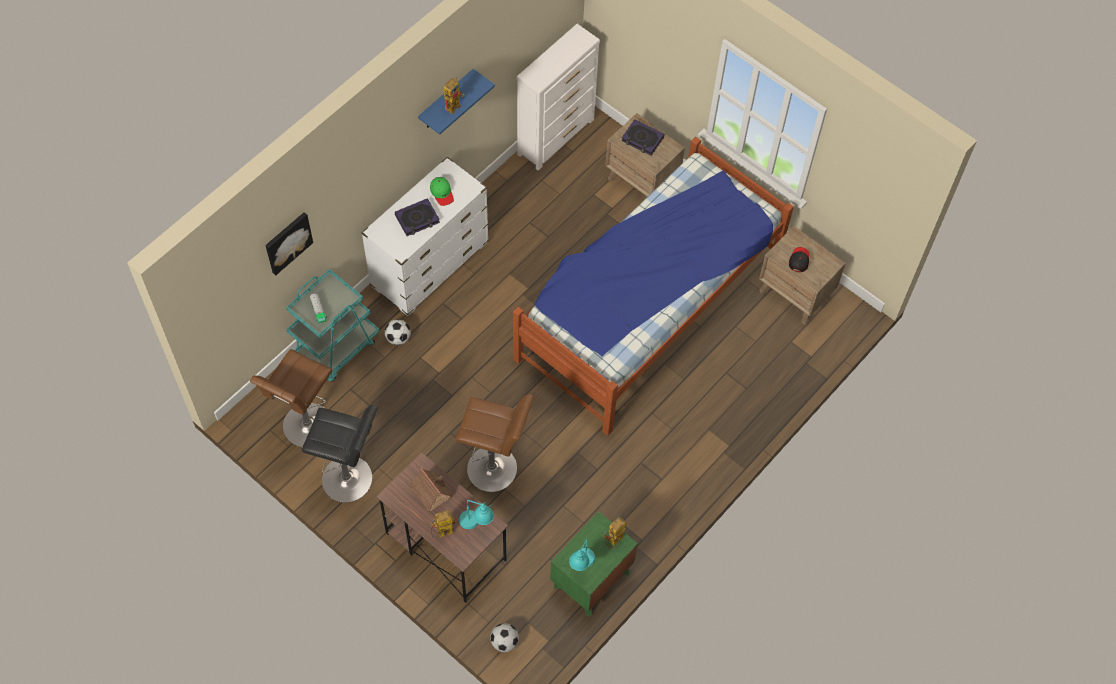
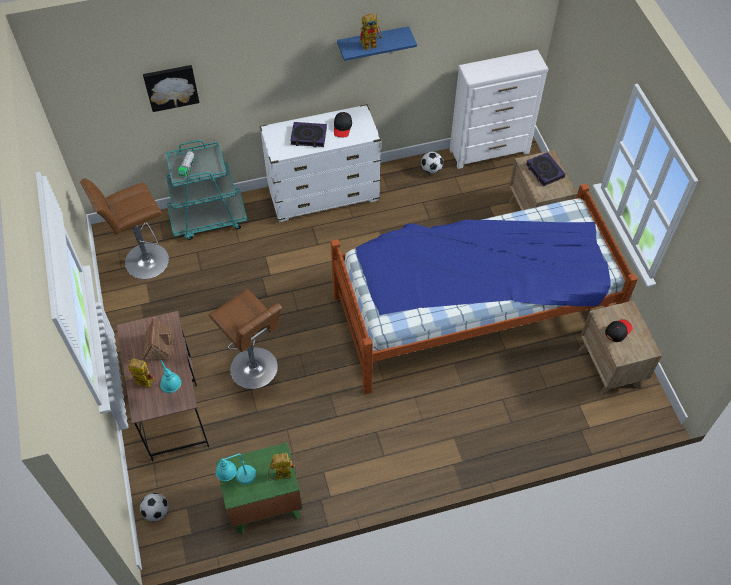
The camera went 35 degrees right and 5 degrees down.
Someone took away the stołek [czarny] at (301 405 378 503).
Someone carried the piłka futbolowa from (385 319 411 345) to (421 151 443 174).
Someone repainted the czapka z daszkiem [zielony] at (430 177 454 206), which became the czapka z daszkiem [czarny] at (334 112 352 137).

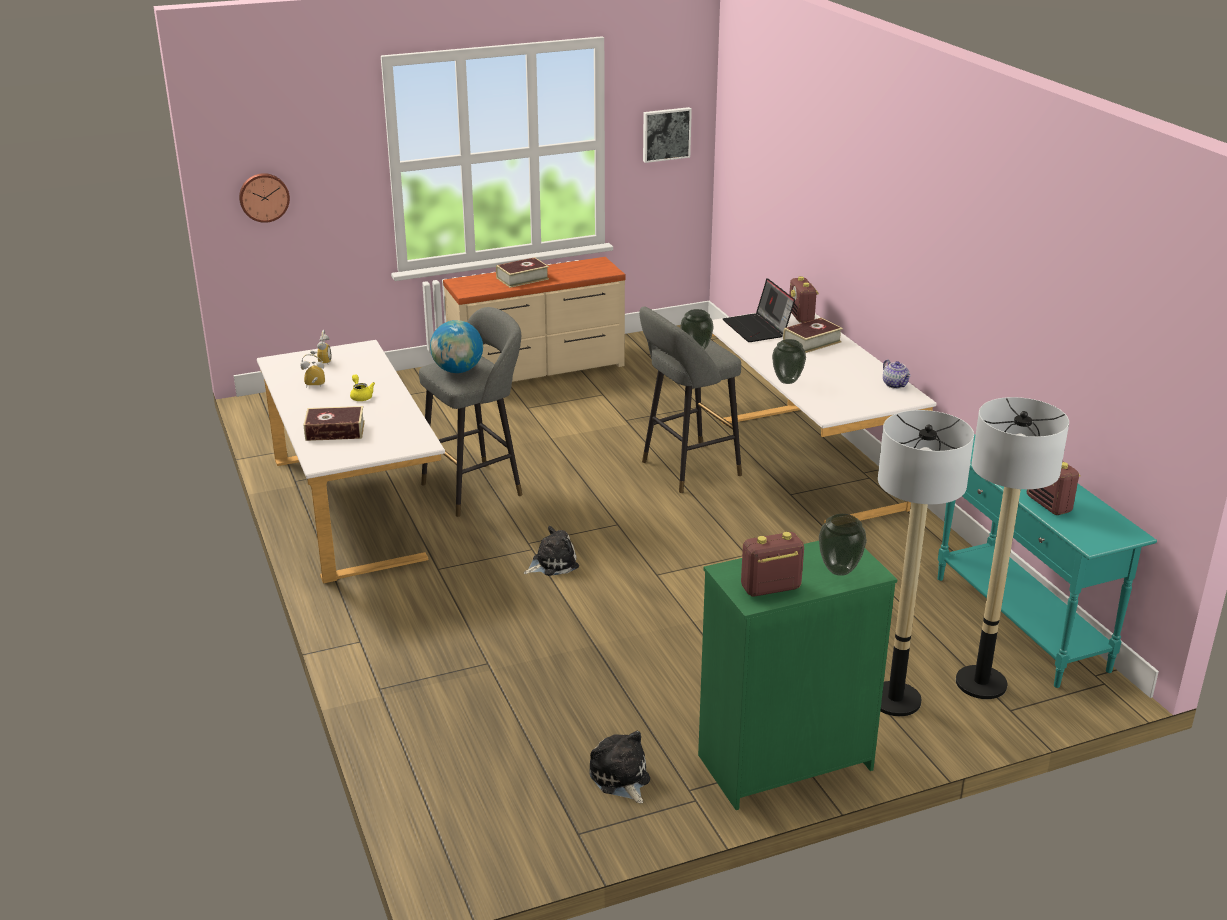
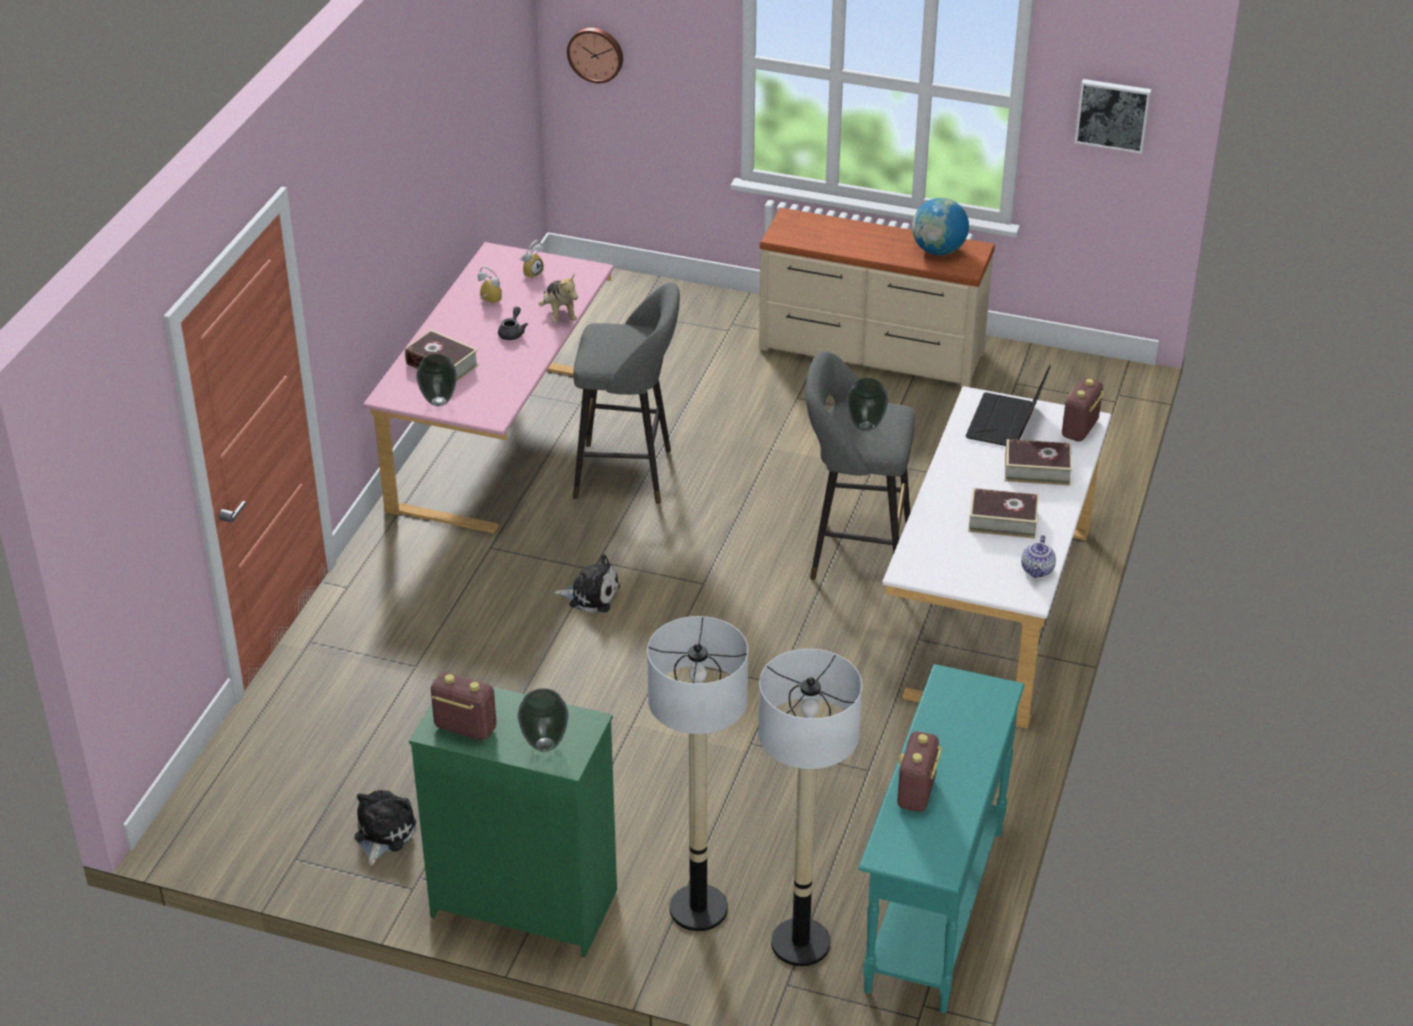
The camera went 40 degrees right and 10 degrees up.
Someone repainted the biurko [biały] at (257 340 445 583), which became the biurko [różowy] at (363 242 614 533).
Someone repainted the imbryk [żółty] at (350 374 375 401), which became the imbryk [szary] at (498 307 528 340).
Someone carried the globus from (430 320 483 373) to (912 198 969 255).
Someone carried the książka from (496 257 549 288) to (968 488 1039 539).
Someone carried the wazon from (772 339 806 384) to (416 354 457 406).
Someone put down the pluszak at (539 273 578 323).

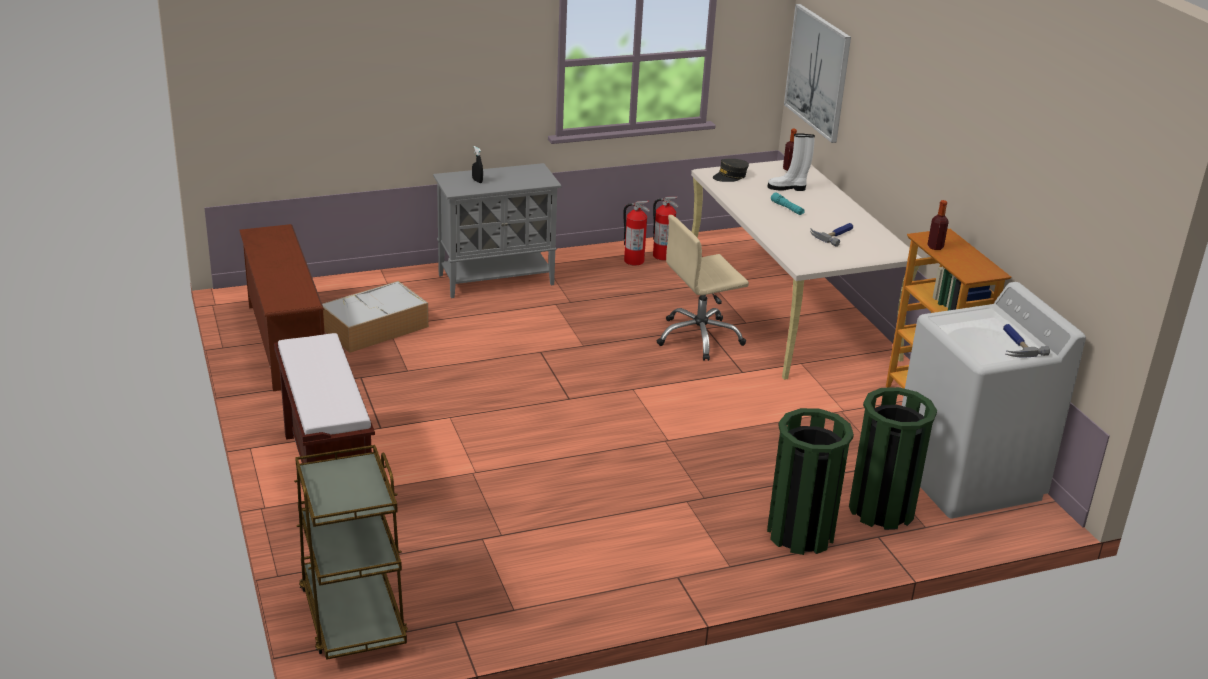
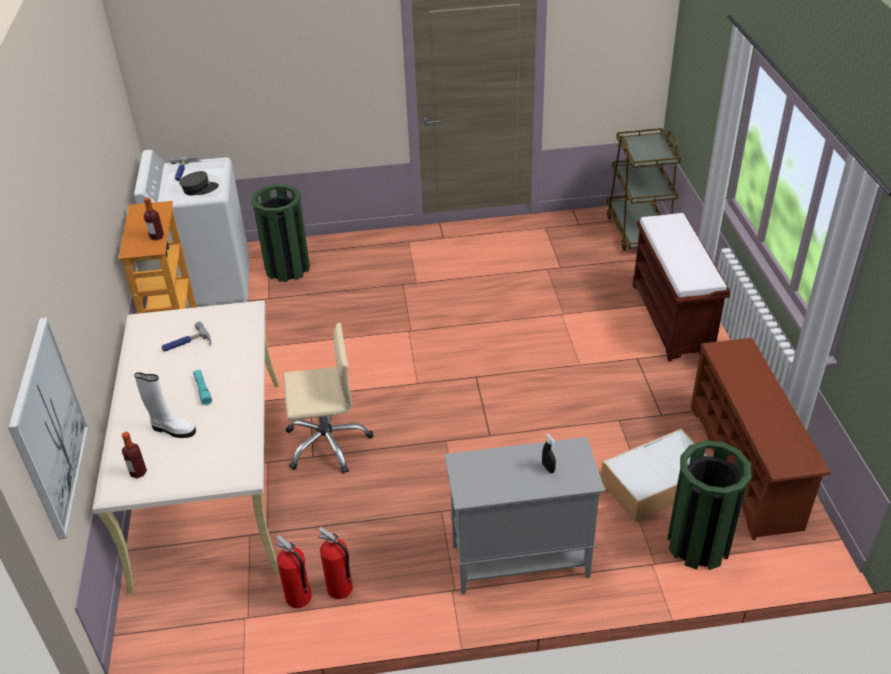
The camera went 165 degrees left and 10 degrees up.
Someone carried the czapka z daszkiem [szary] from (713 159 749 182) to (179 171 219 195).
Someone carried the kosz na śmieci [zielony] from (767 408 854 555) to (667 440 752 570).

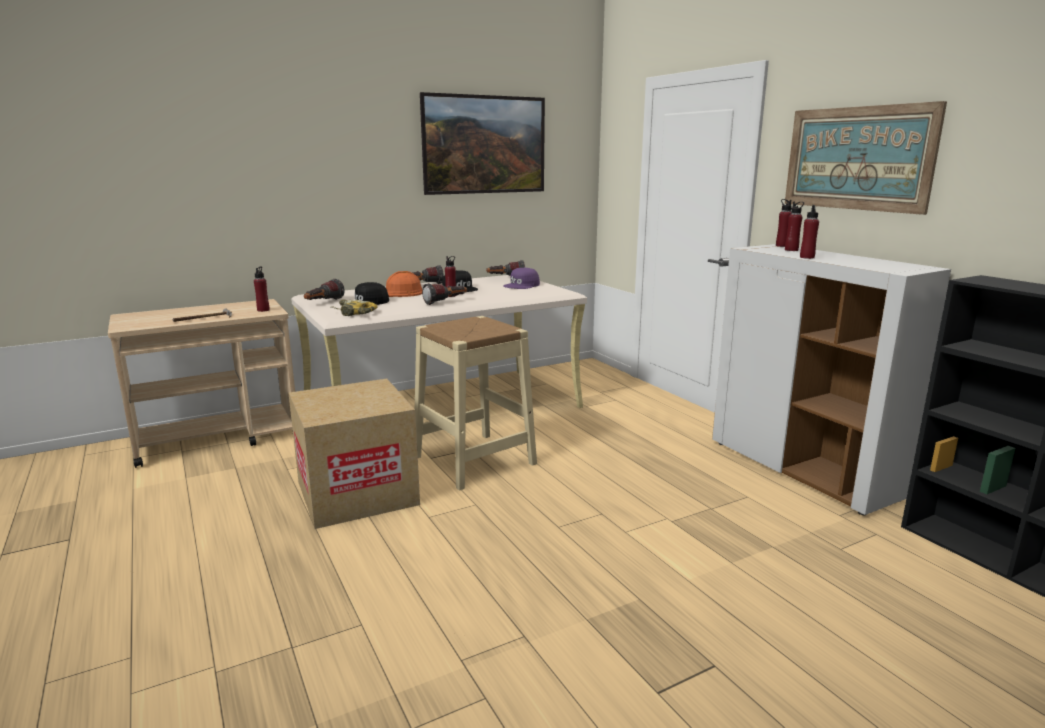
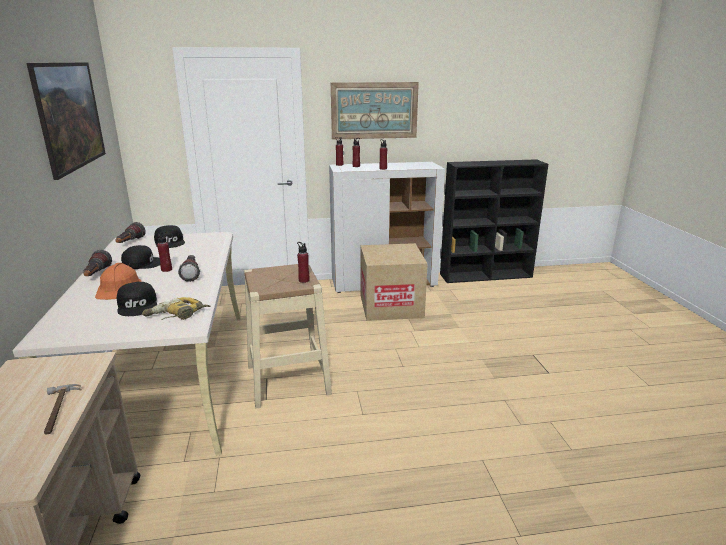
The camera went 70 degrees left and 5 degrees up.
Someone carried the butelka [czerwony] from (254 267 270 312) to (297 242 310 283).
Someone carried the karton from (288 379 420 529) to (360 243 428 321).
Someone took away the latarka at (304 279 345 300).
Someone repainted the czapka z daszkiem [fioletowy] at (503 267 540 289), which became the czapka z daszkiem [czarny] at (154 225 185 248).

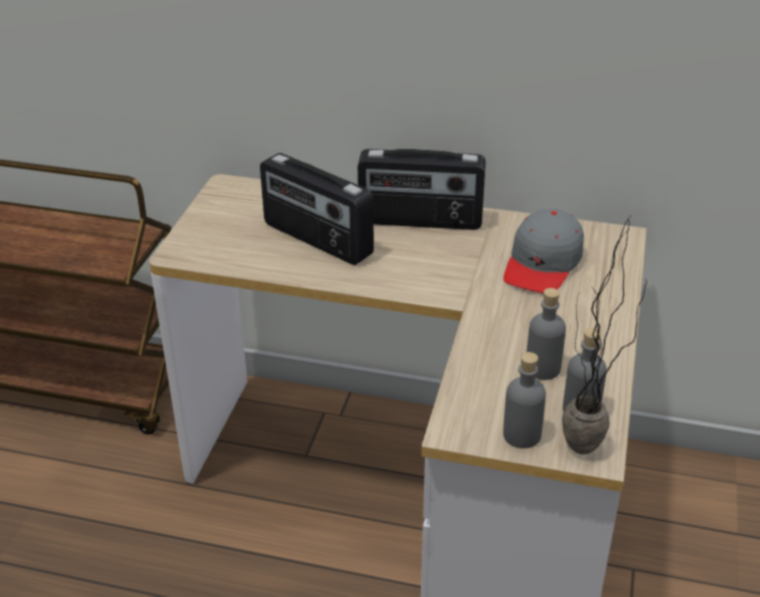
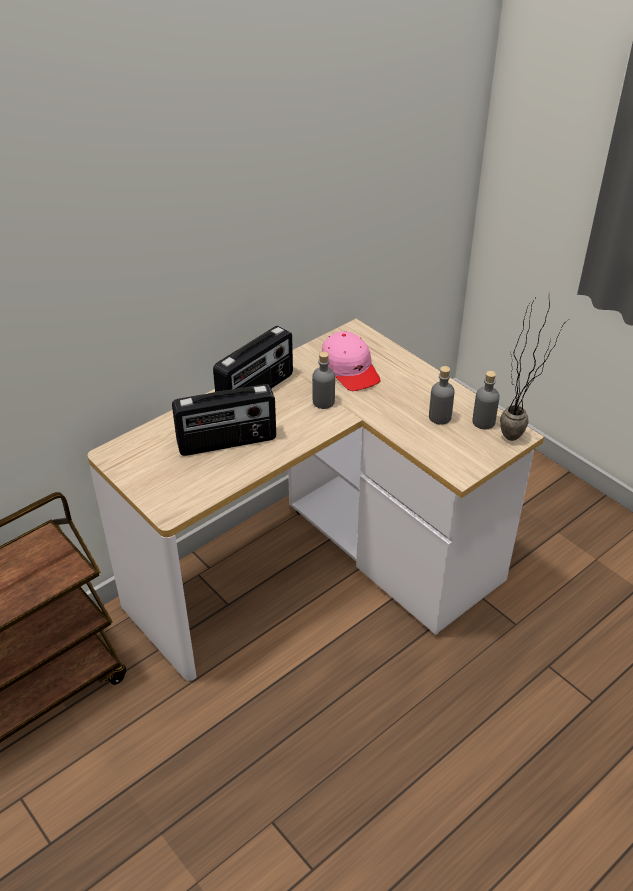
The camera went 55 degrees left and 5 degrees up.
Someone repainted the czapka z daszkiem [szary] at (503 209 584 293), which became the czapka z daszkiem [różowy] at (322 331 380 391).
Someone carried the butelka [szary] from (503 352 546 448) to (312 351 335 409).

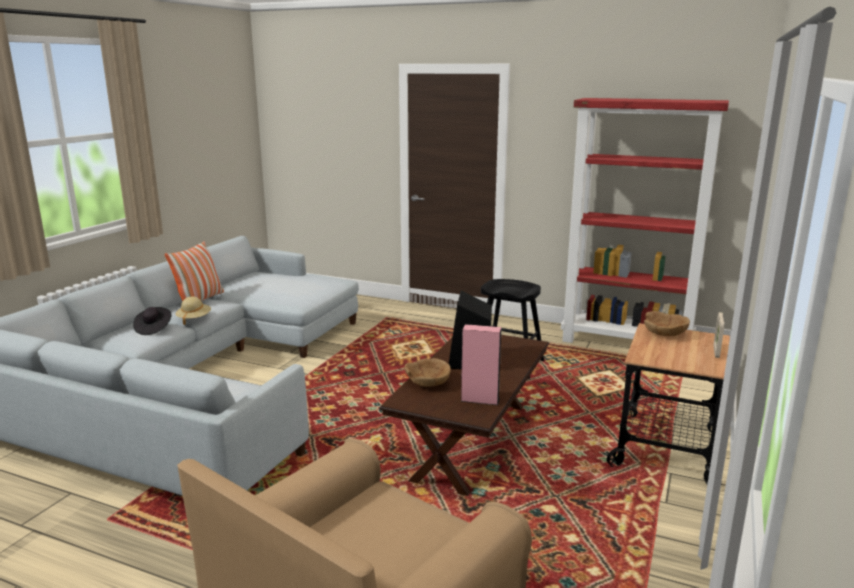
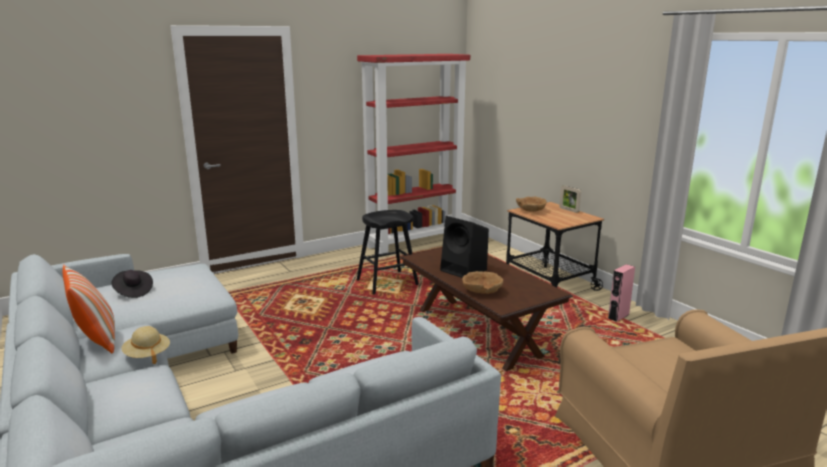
The camera went 55 degrees left and 0 degrees up.
Someone carried the kapelusz [czarny] from (133 307 172 335) to (111 270 153 298).
Someone carried the głośnik [różowy] from (461 324 502 405) to (608 264 635 322).

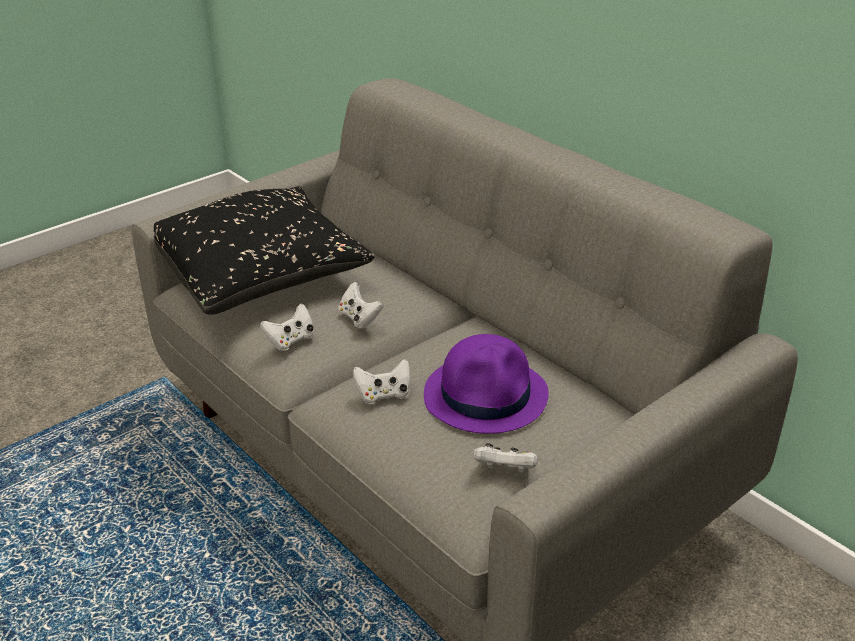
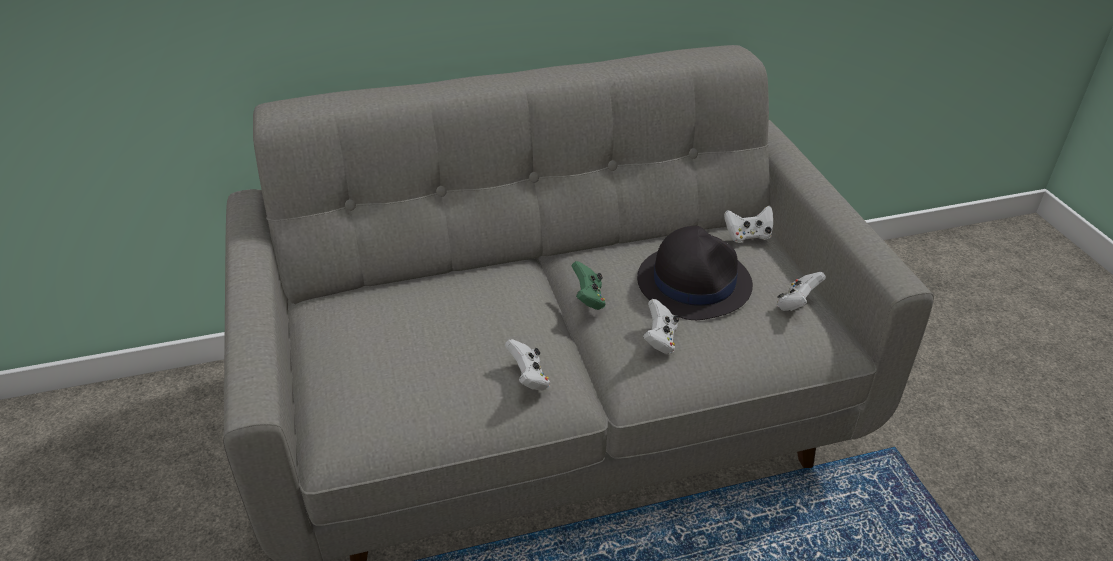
The camera went 65 degrees left and 5 degrees up.
Someone took away the poduszka [czarny] at (154 186 374 315).
Someone carried the pad do gier [biały] from (338 282 383 329) to (724 206 773 243).
Someone repainted the kapelusz [fioletowy] at (424 334 549 434), which became the kapelusz [czarny] at (637 226 753 320).
Someone put down the pad do gier [zielony] at (572 261 606 310).

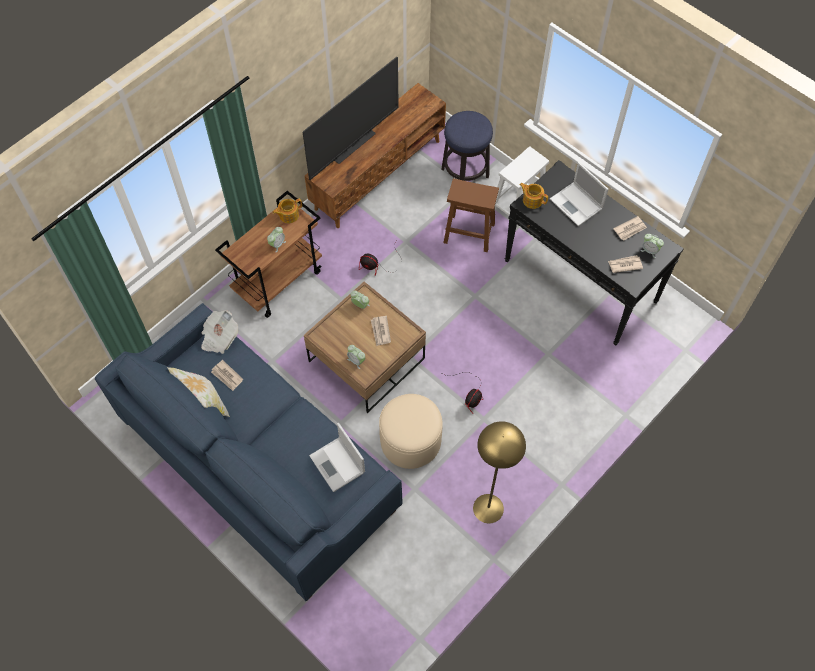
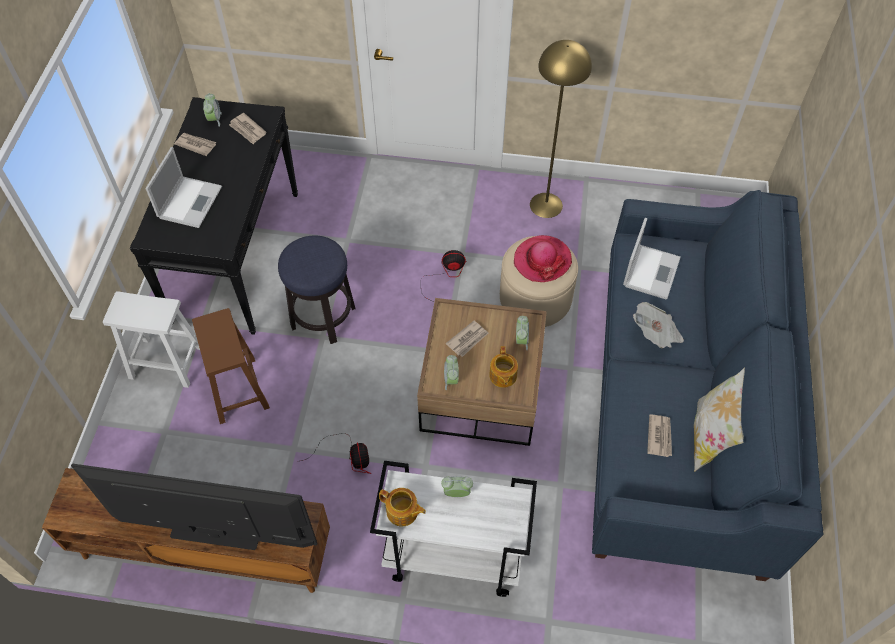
The camera went 125 degrees left and 5 degrees down.
Someone carried the gazeta from (201 310 238 354) to (633 302 684 348).
Someone repainted the wózek [brązowy] at (215 191 322 318), which became the wózek [biały] at (370 461 537 597).
Someone carried the stołek from (441 111 493 181) to (278 236 356 344).
Someone carried the imbryk from (519 183 548 209) to (489 346 518 388).
Someone put down the kapelusz at (514 235 572 282).

